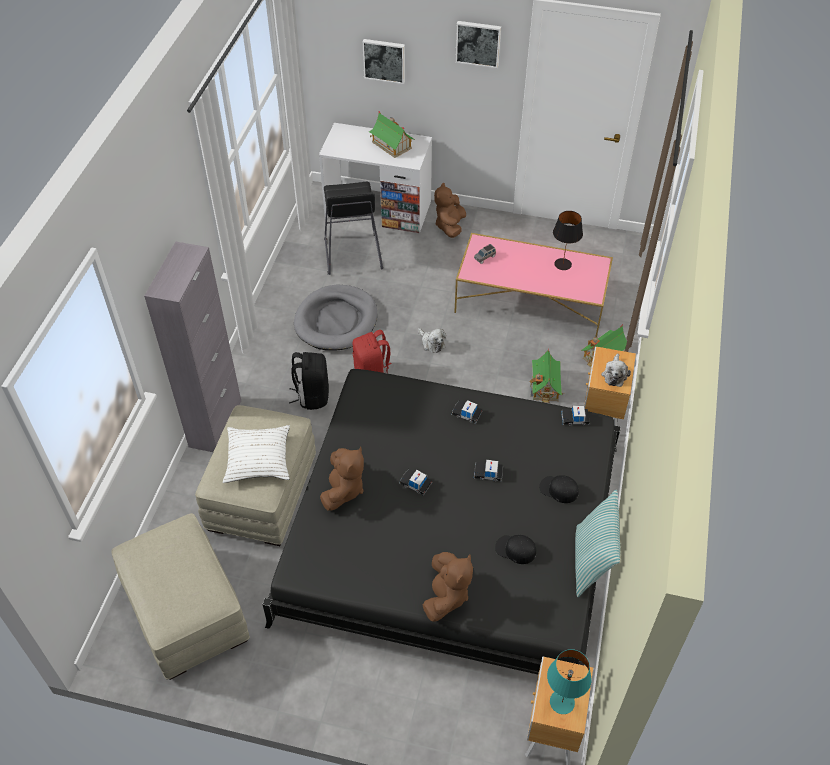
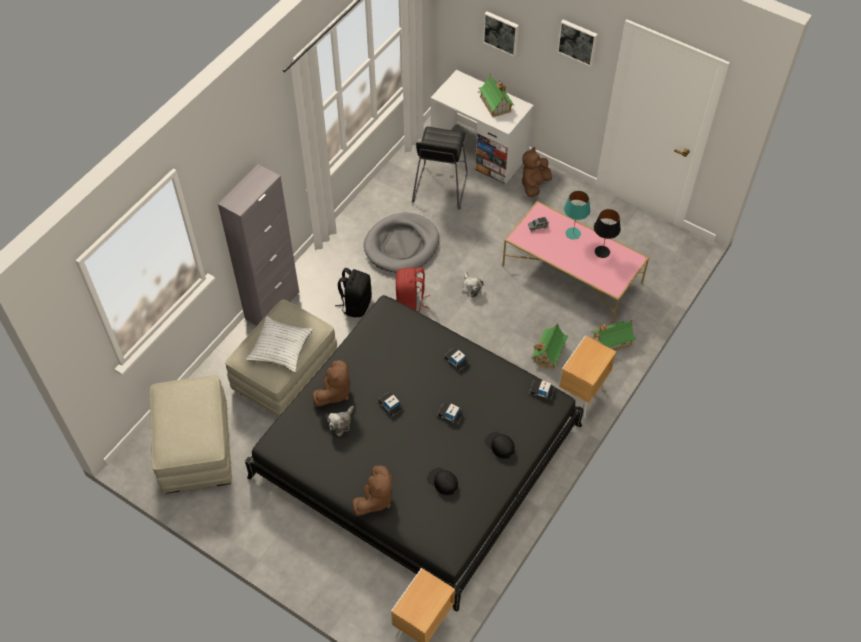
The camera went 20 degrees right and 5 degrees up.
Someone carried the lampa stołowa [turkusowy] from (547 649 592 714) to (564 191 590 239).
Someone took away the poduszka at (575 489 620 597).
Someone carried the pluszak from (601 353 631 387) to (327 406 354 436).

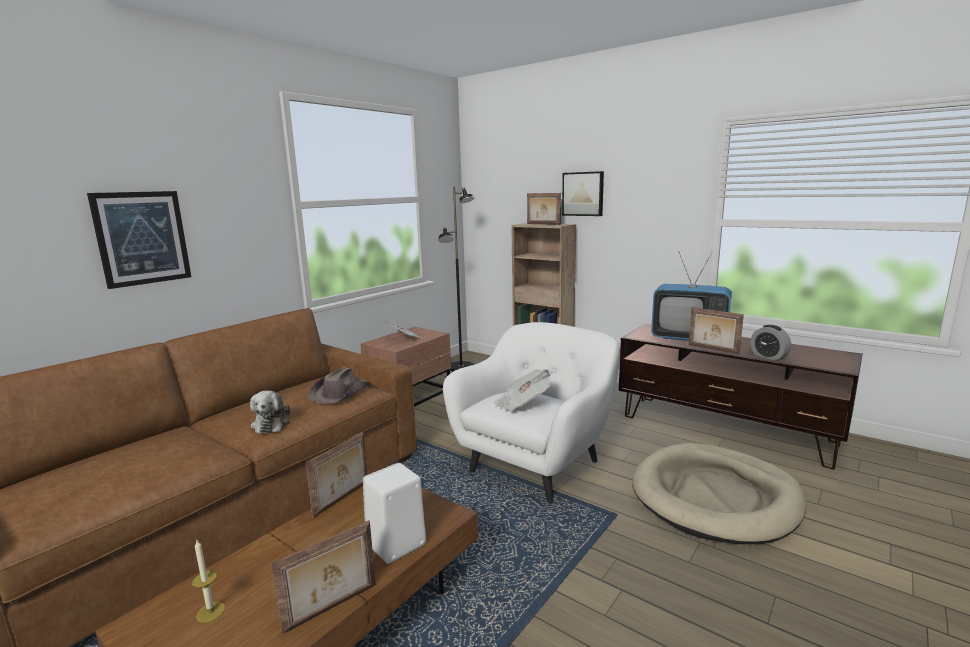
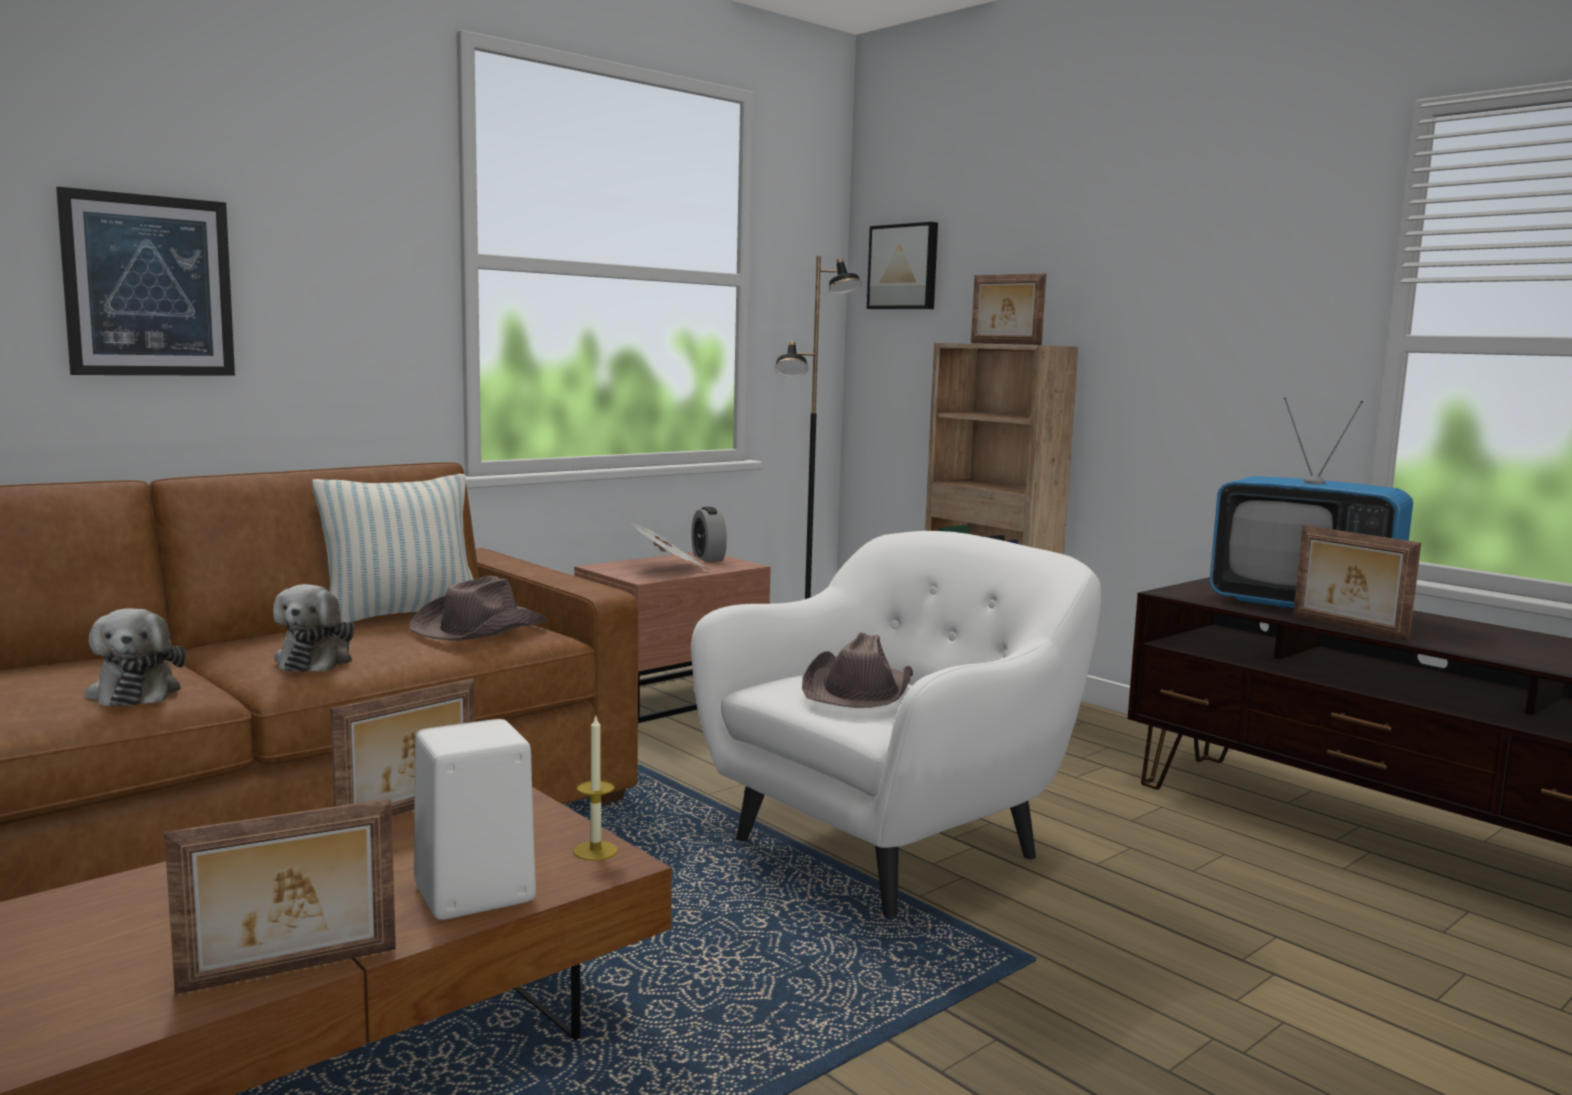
The camera went 10 degrees right and 5 degrees down.
Someone carried the świeca from (192 539 225 623) to (573 714 618 861).
Someone swapped the gazeta at (494 369 553 411) for the kapelusz [brązowy] at (802 632 913 708).
Someone carried the obraz from (562 171 604 216) to (867 222 938 309).
Someone took away the legowisko [beżowy] at (632 443 806 544).
Someone carried the budzik from (750 325 791 360) to (691 507 727 562).
Someone put down the pluszak at (85 608 186 707).
Someone put down the poduszka at (312 474 473 622).

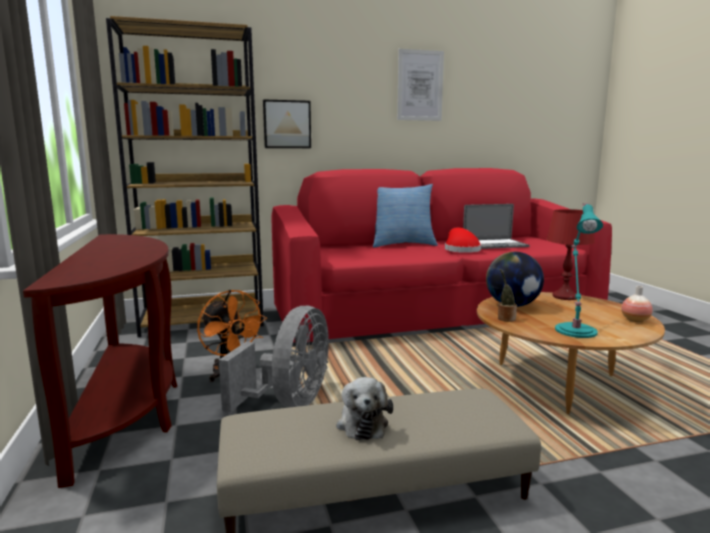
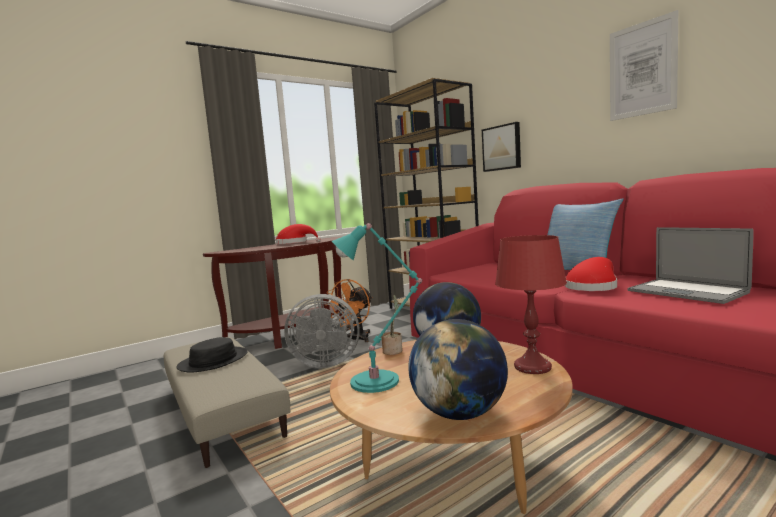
The camera went 70 degrees right and 5 degrees down.
Someone swapped the pluszak at (336 377 393 440) for the kapelusz [czarny] at (177 337 248 373).
Someone swapped the wazon at (621 286 653 322) for the globus at (408 319 508 420).
Someone put down the kapelusz [czerwony] at (275 224 321 244).

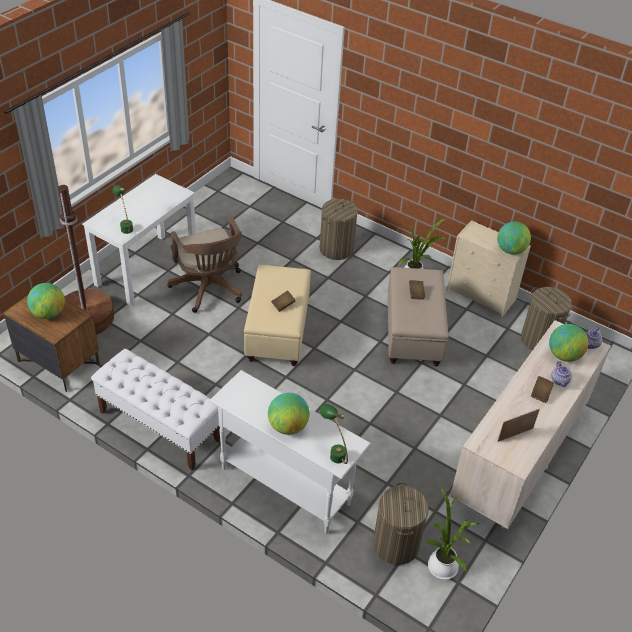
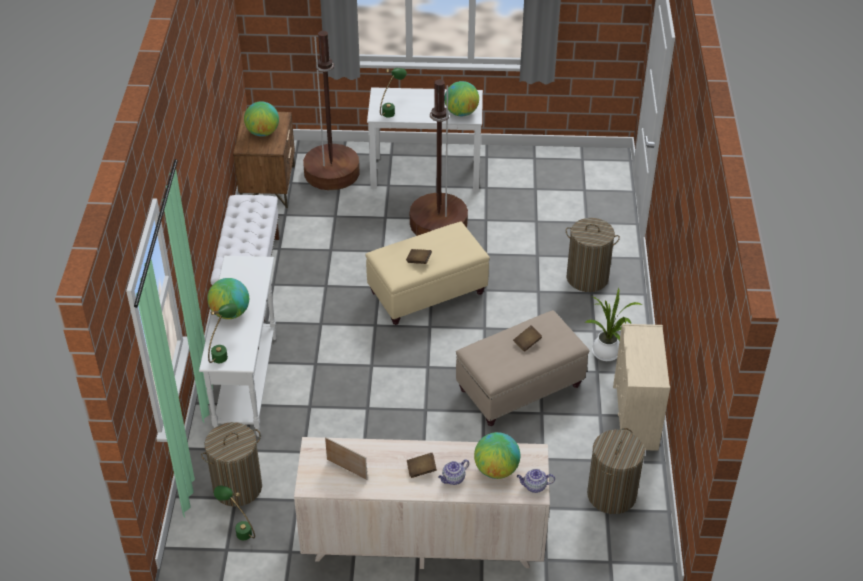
The camera went 60 degrees right and 0 degrees up.
Someone swapped the krzesło biurowe [brązowy] at (167 217 242 313) for the lampa stojąca [brązowy] at (410 79 468 236).
Someone swapped the roślina doniczkowa at (426 487 479 580) for the lampa stołowa [zielony] at (214 485 255 540).
Someone carried the globus from (497 222 531 255) to (445 81 479 116).

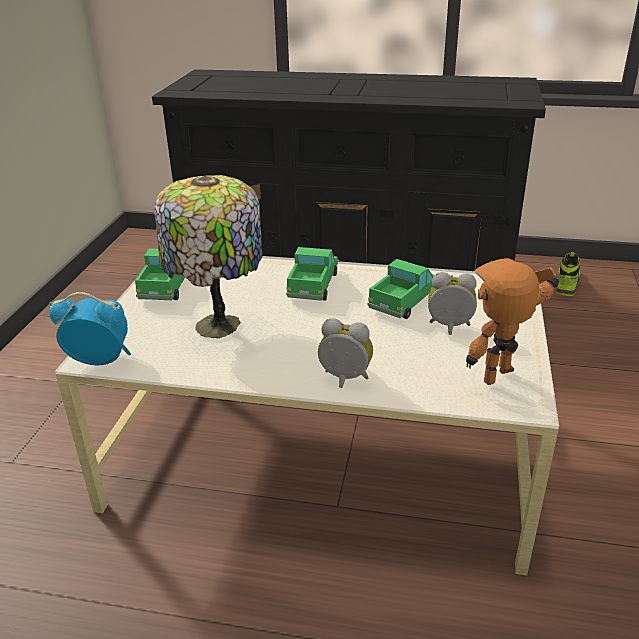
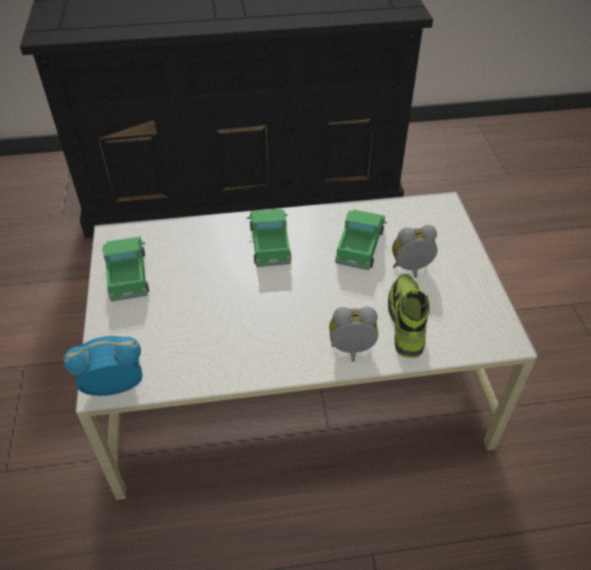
The camera went 20 degrees left and 15 degrees up.
Someone took away the lampa stołowa at (154 175 263 338).
Someone took away the robot zabawkowy at (466 258 560 385).
Someone carried the but from (556 252 580 296) to (388 274 430 358).

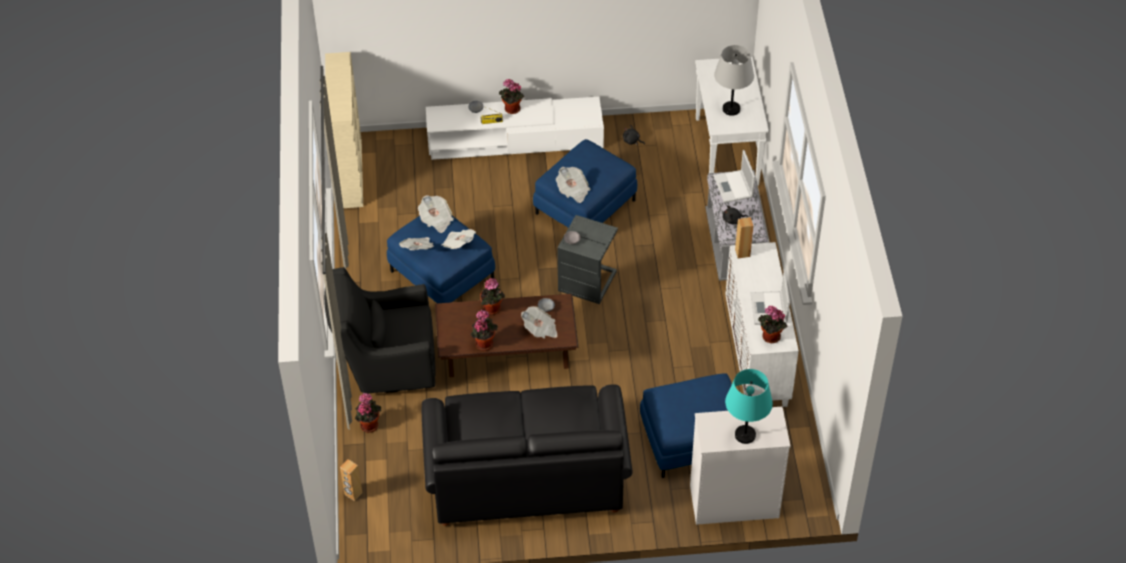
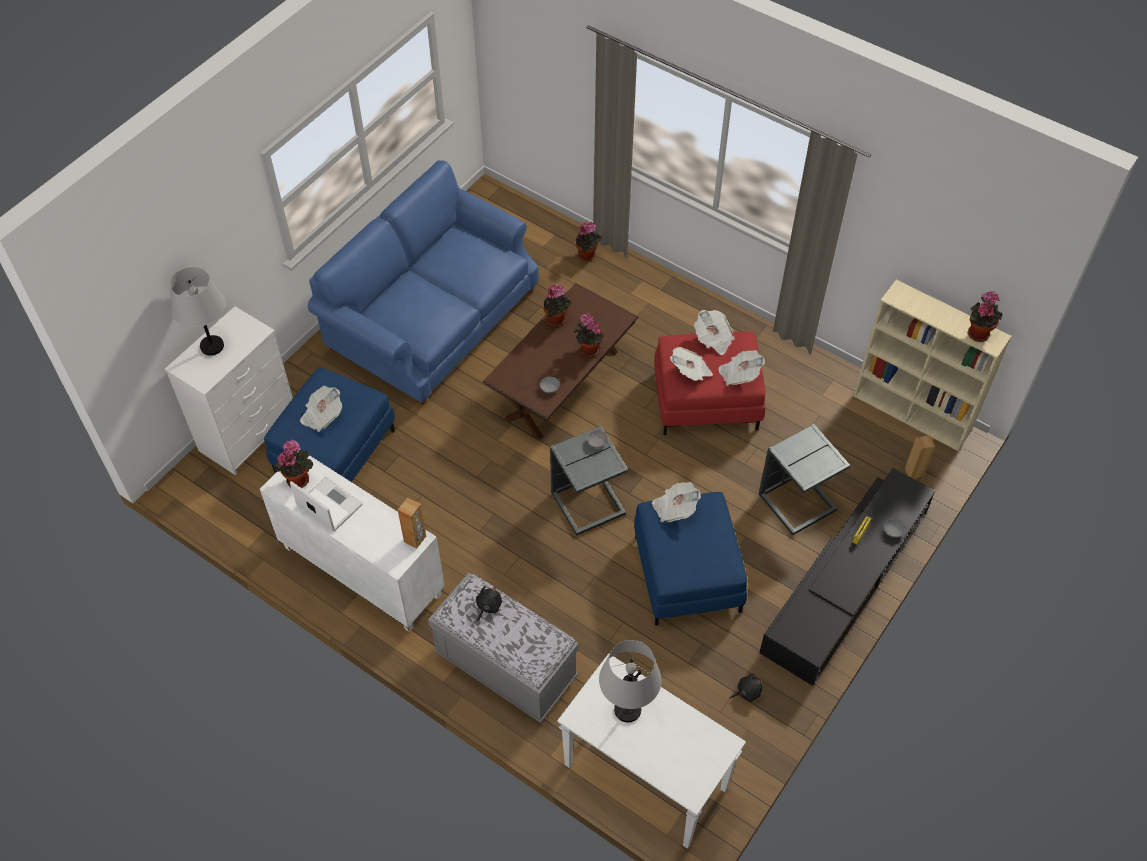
The camera went 130 degrees right and 5 degrees up.
Someone took away the fotel [czarny] at (324 267 436 393).
Someone carried the głośnik [brązowy] from (340 459 363 501) to (905 435 935 479).
Someone repainted the pufa [niebieski] at (387 216 495 303), which became the pufa [czerwony] at (654 332 765 435).
Someone repainted the kanapa [czarny] at (422 384 633 526), which became the kanapa [niebieski] at (308 160 539 404).
Someone repainted the szafka pod telewizor [biały] at (426 97 604 160), which became the szafka pod telewizor [czarny] at (759 468 935 686).
Someone carried the roślina doniczkowa from (499 79 524 114) to (968 290 1002 342).
Someone carried the gazeta from (521 306 558 339) to (300 386 342 432).
Someone took away the laptop at (713 150 755 203).
Someone repainted the lampa stołowa [turkusowy] at (725 369 773 444), which became the lampa stołowa [szary] at (170 267 225 356).
Someone put down the stolik [szary] at (759 424 850 535).

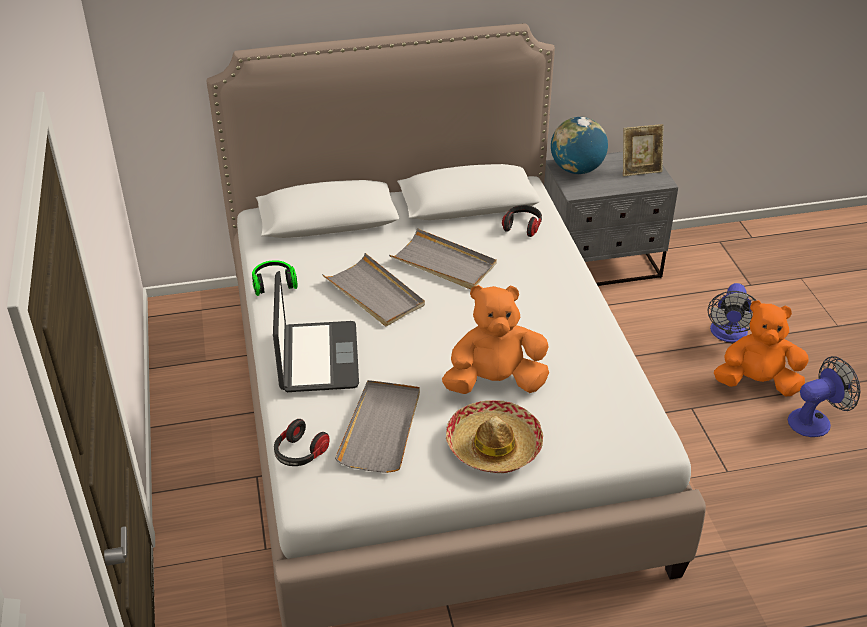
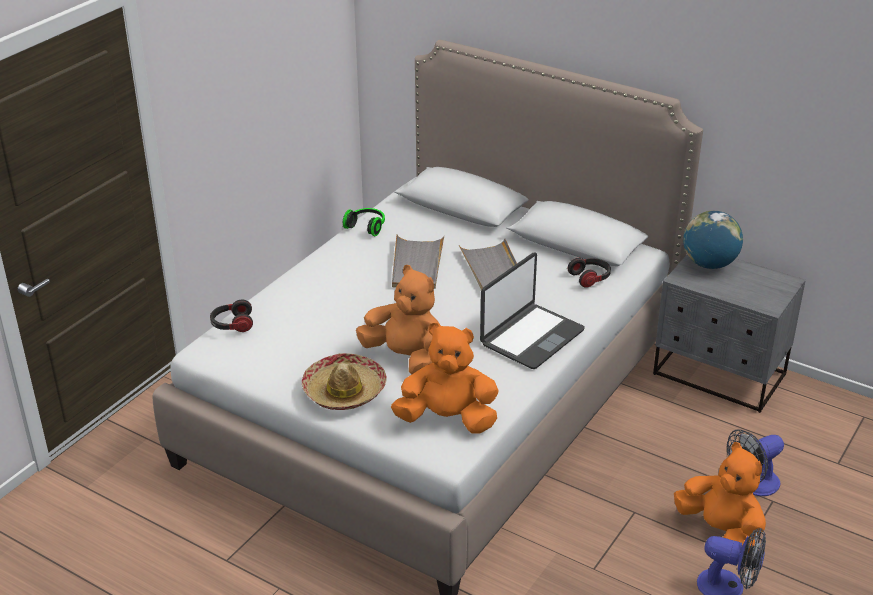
The camera went 45 degrees right and 5 degrees down.
Someone carried the laptop from (273 271 359 392) to (480 253 585 369).
Someone took away the taca [szary] at (335 380 420 473).
Someone took away the ramka na zdjęcie at (623 124 664 176).
Someone put down the pluszak [pomarańczowy] at (391 322 499 434).

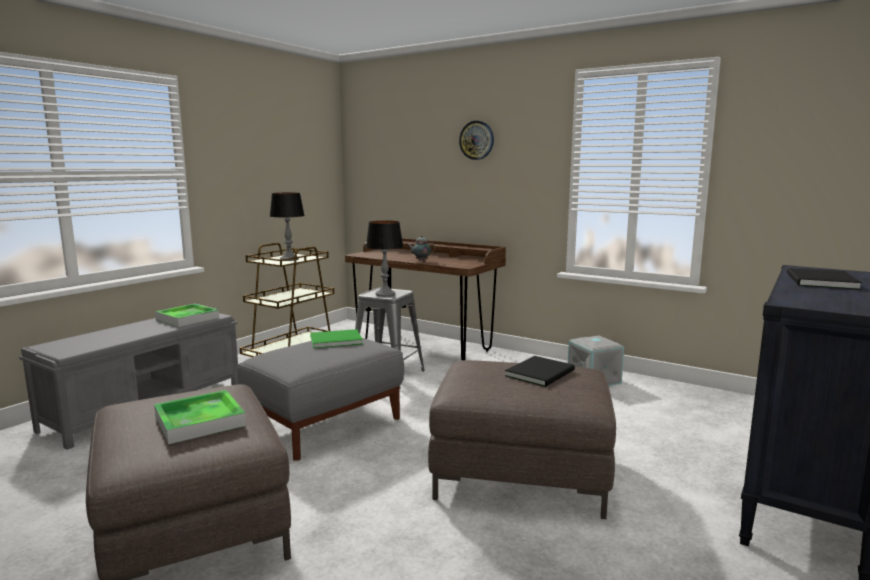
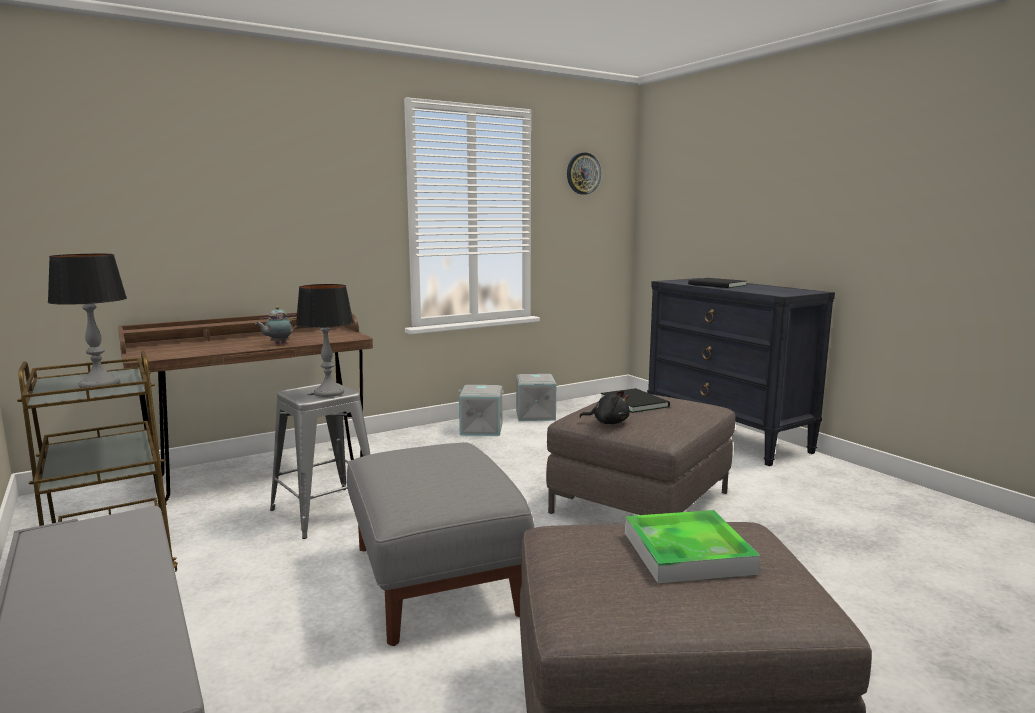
The camera went 65 degrees left and 0 degrees up.
Someone took away the taca at (155 304 219 327).
Someone took away the książka [zielony] at (310 329 363 348).
Someone carried the zegar ścienny from (459 121 494 160) to (567 152 601 195).
Someone put down the pojemnik do przechowywania [szary] at (516 374 556 421).
Someone put down the pluszak [czarny] at (579 391 630 424).

